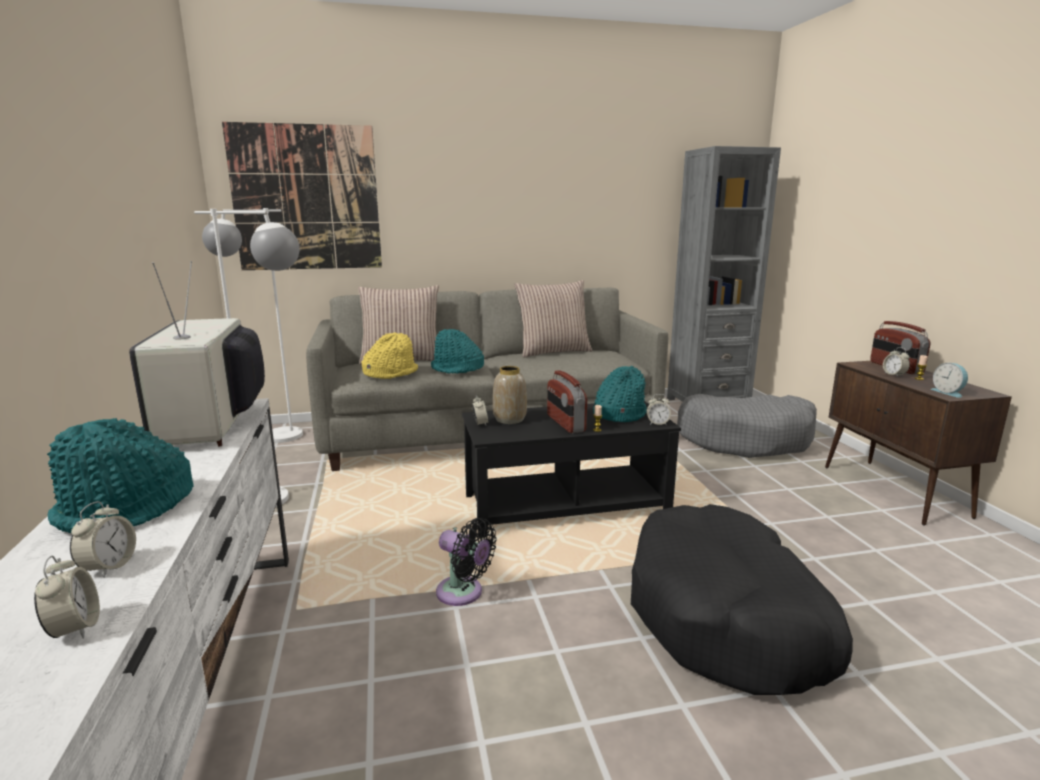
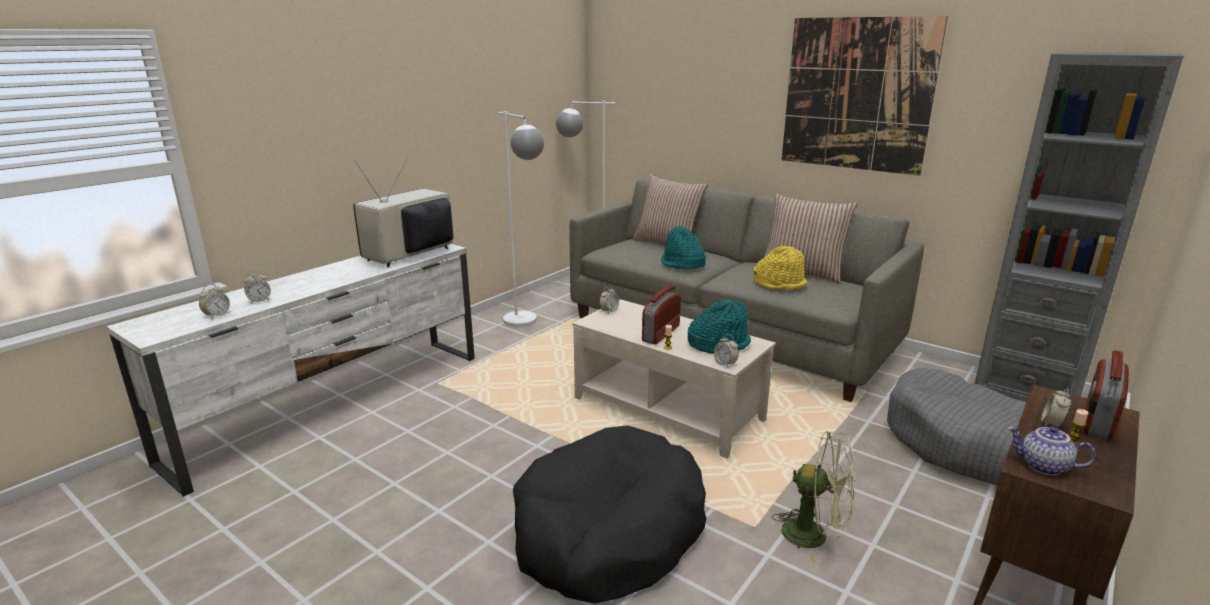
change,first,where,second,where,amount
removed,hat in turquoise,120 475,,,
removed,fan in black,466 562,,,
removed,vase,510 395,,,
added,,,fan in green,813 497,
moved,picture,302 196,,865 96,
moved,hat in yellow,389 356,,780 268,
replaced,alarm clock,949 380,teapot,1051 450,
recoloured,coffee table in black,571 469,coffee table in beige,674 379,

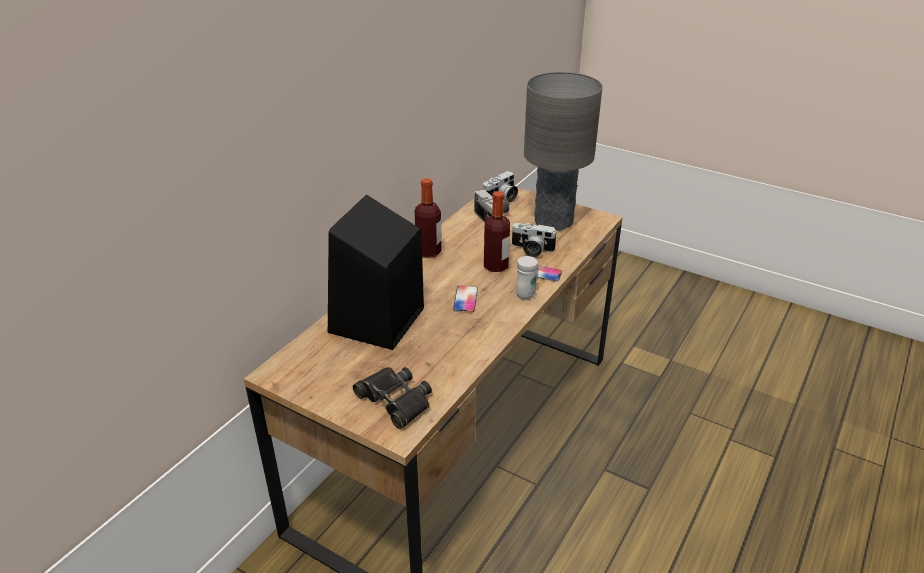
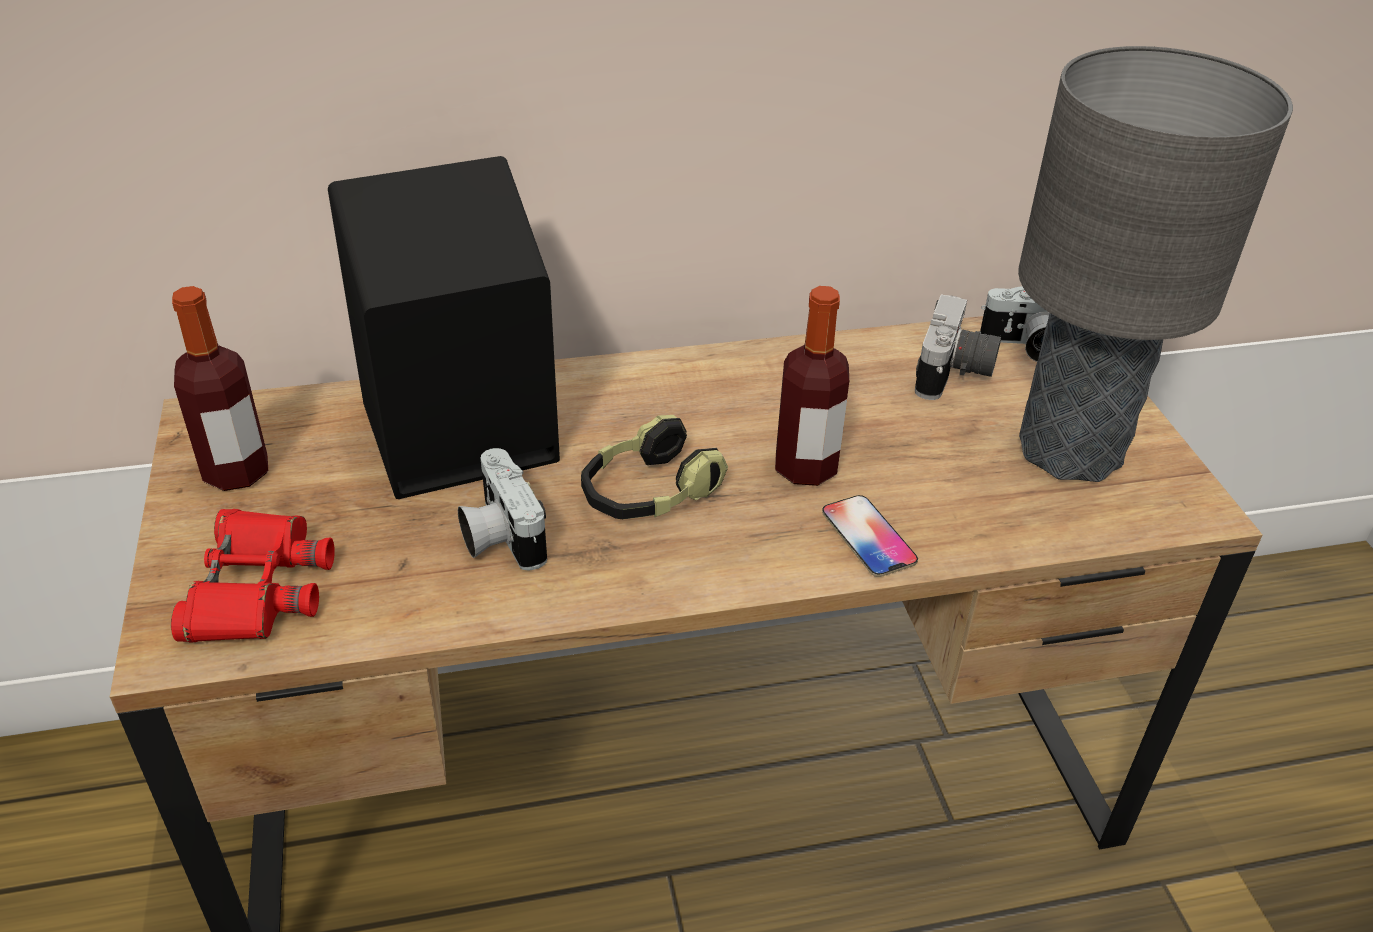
change,first,where,second,where,amount
removed,mug in white,527 278,,,
moved,bottle,428 218,,220 388,
moved,photo camera,534 240,,502 509,
replaced,phone,465 299,headphones,654 467,
recoloured,binoculars in black,392 398,binoculars in red,253 576,

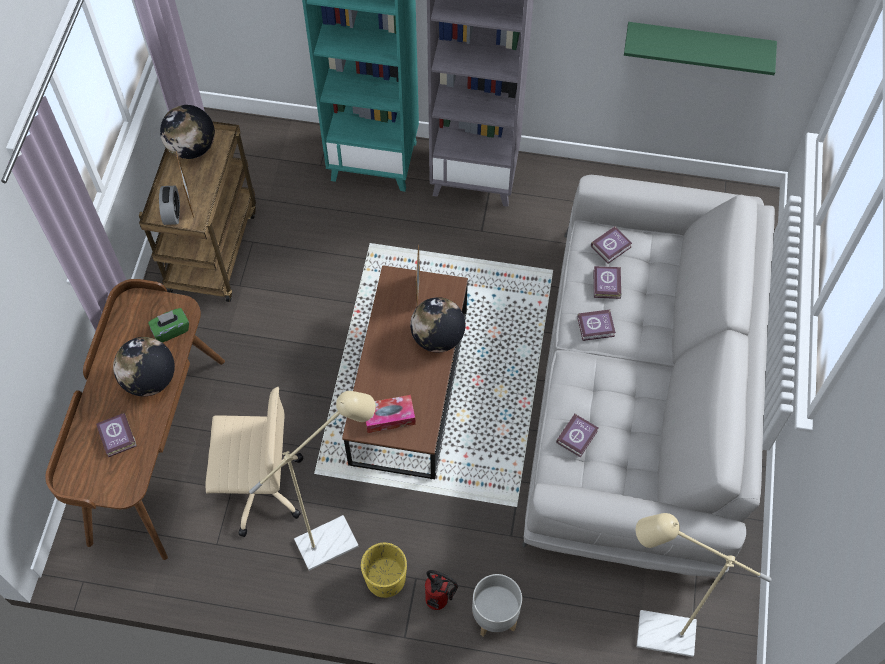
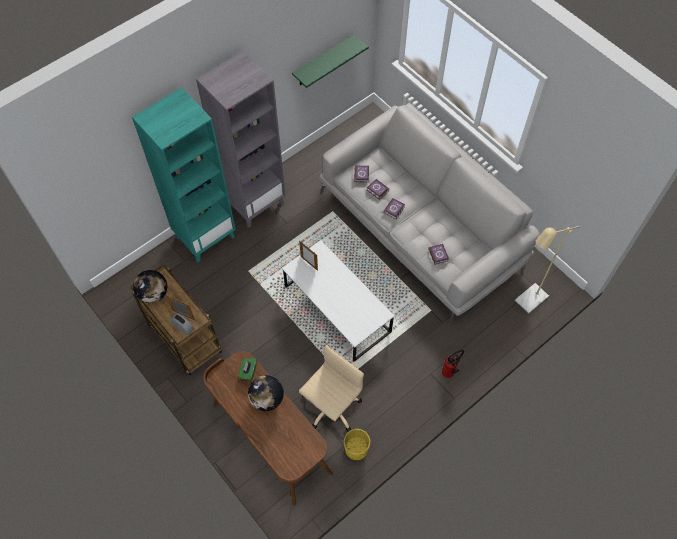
change,first,where,second,where,amount
removed,book,116 435,,,
removed,floor lamp in beige,312 481,,,
removed,tissue box,391 414,,,
removed,globe,437 325,,,
removed,planter in grey,497 605,,,
moved,planter in yellow,384 570,,357 444,
recoloured,coffee table in brown,405 372,coffee table in white,338 301,

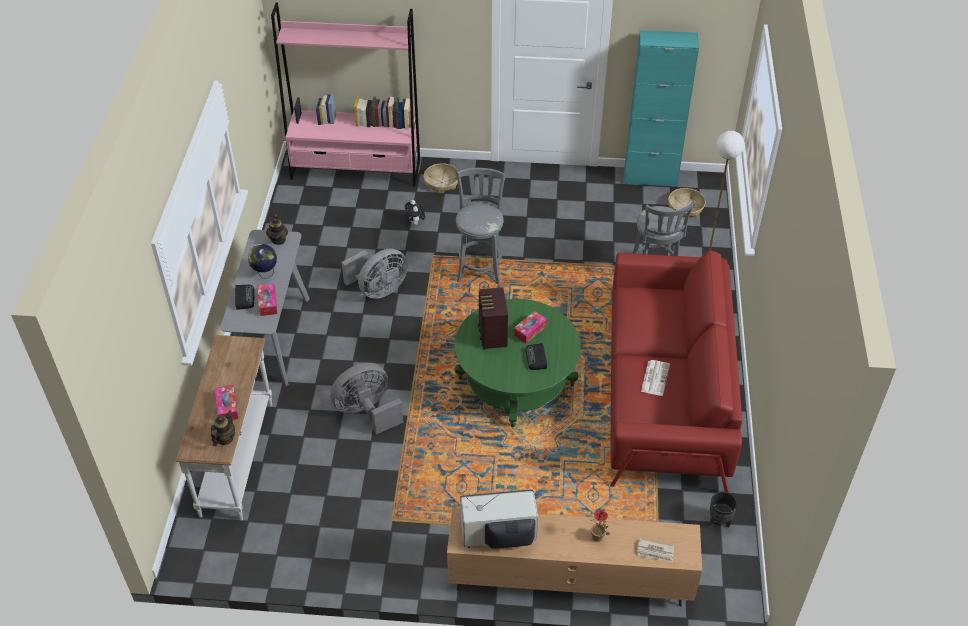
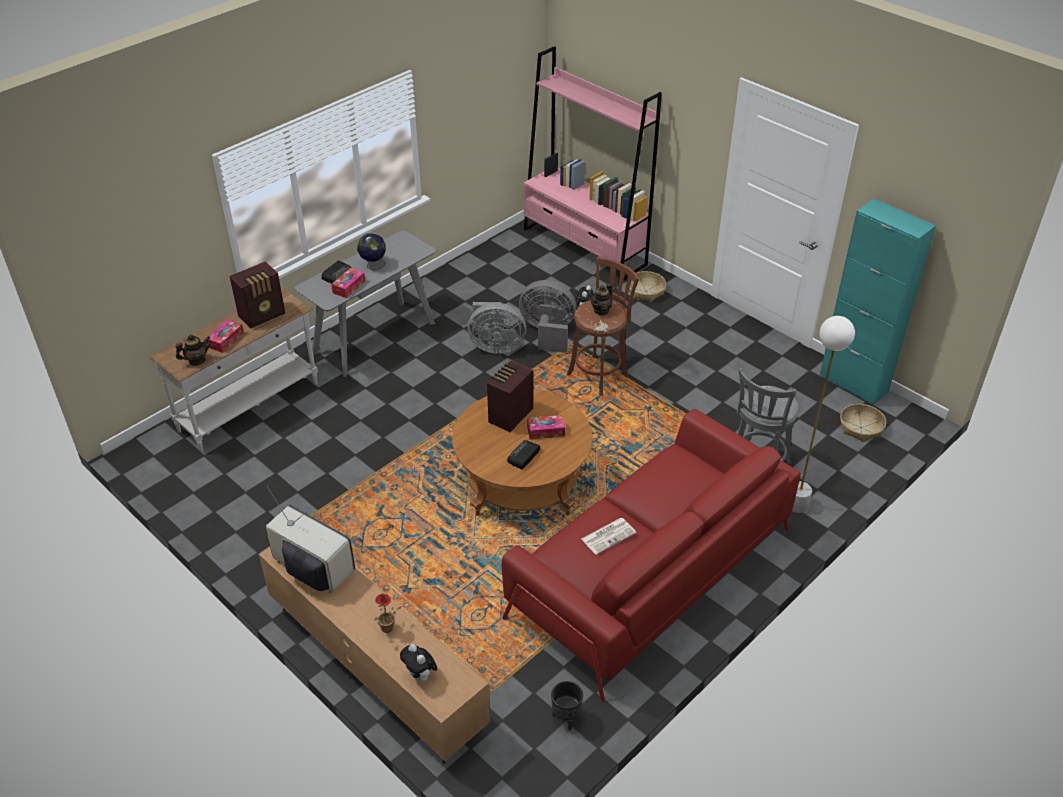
change,first,where,second,where,amount
added,,,radio,257 295,
moved,teapot,277 229,,601 300,
moved,fan in grey,367 398,,547 316,
replaced,newspaper,655 550,plush toy,419 663,
recoloured,coffee table in green,518 363,coffee table in brown,522 453,
recoloured,stool in grey,481 226,stool in brown,603 326,

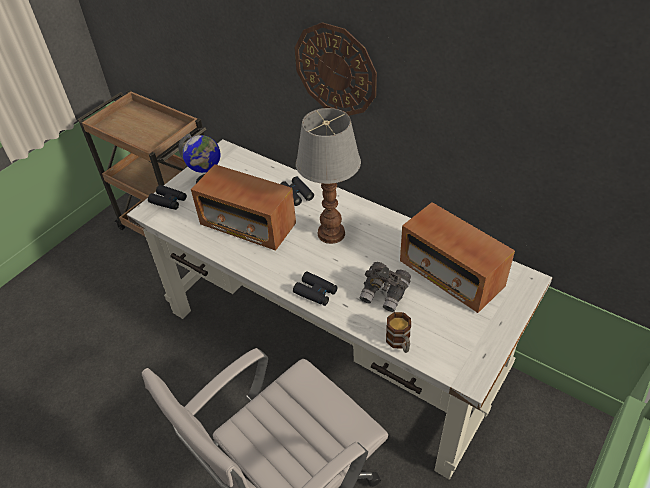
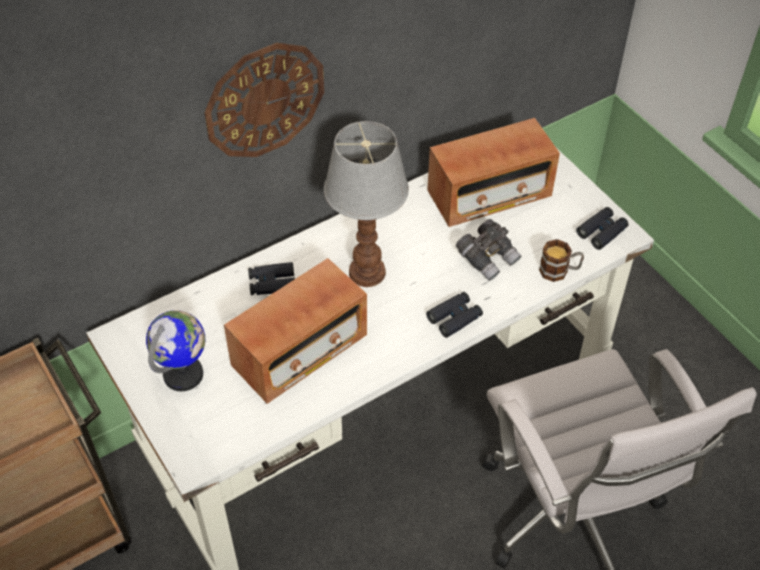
change,first,where,second,where,amount
moved,binoculars in black,167 197,,602 228,

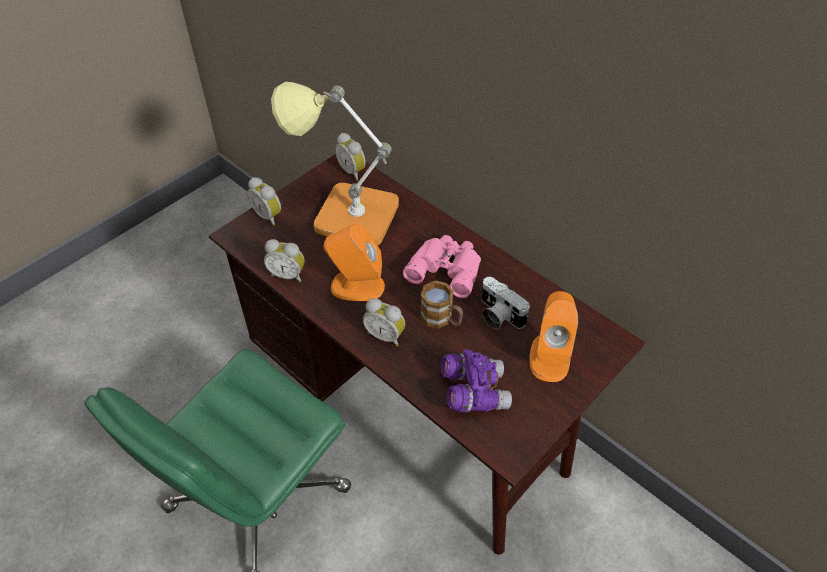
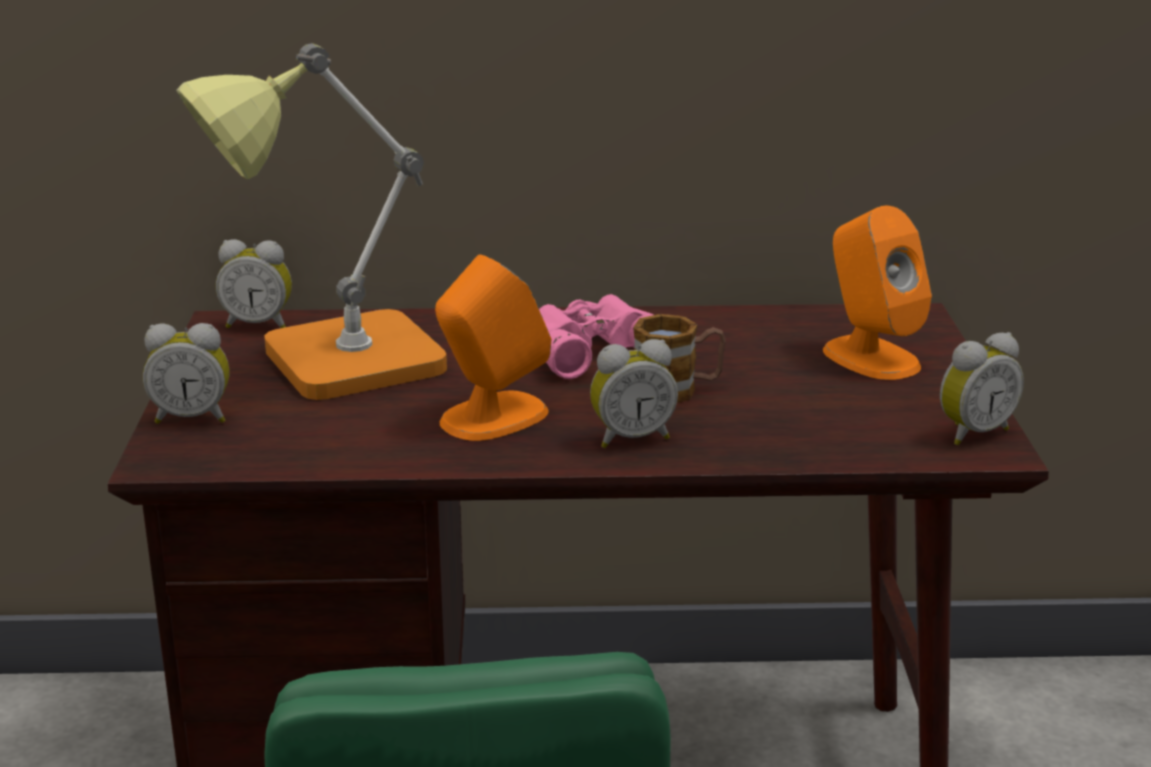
change,first,where,second,where,amount
removed,binoculars in purple,476 380,,,
removed,photo camera,505 303,,,
moved,alarm clock,284 260,,982 389,

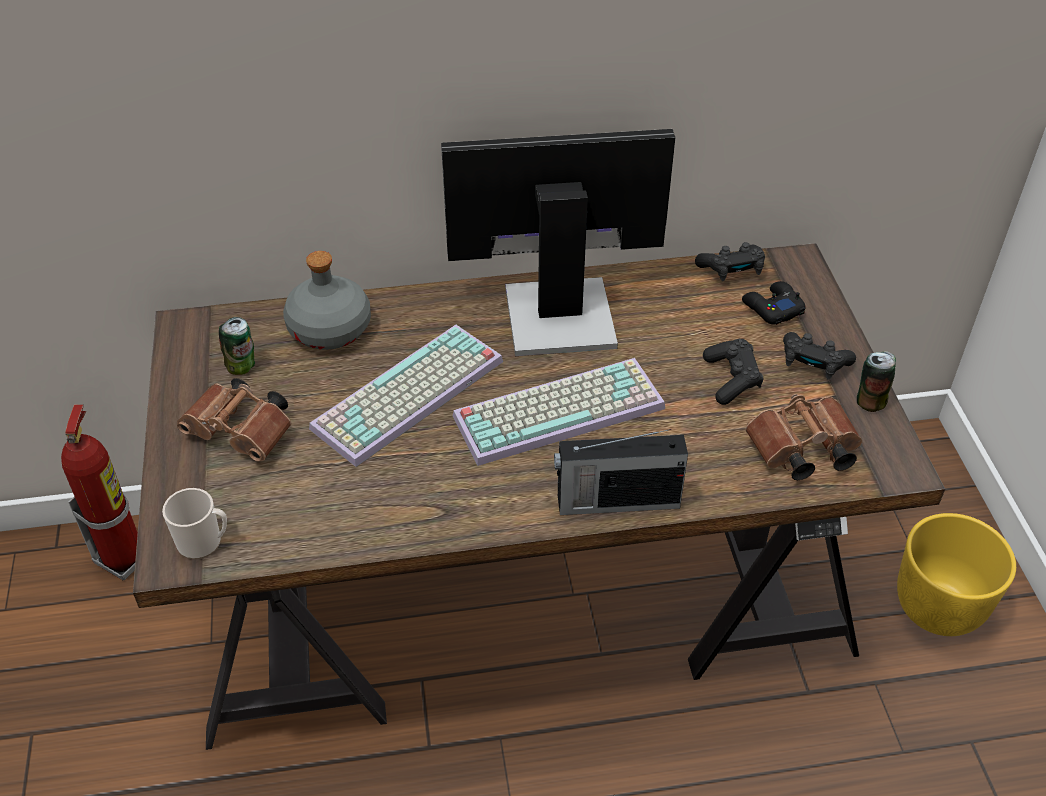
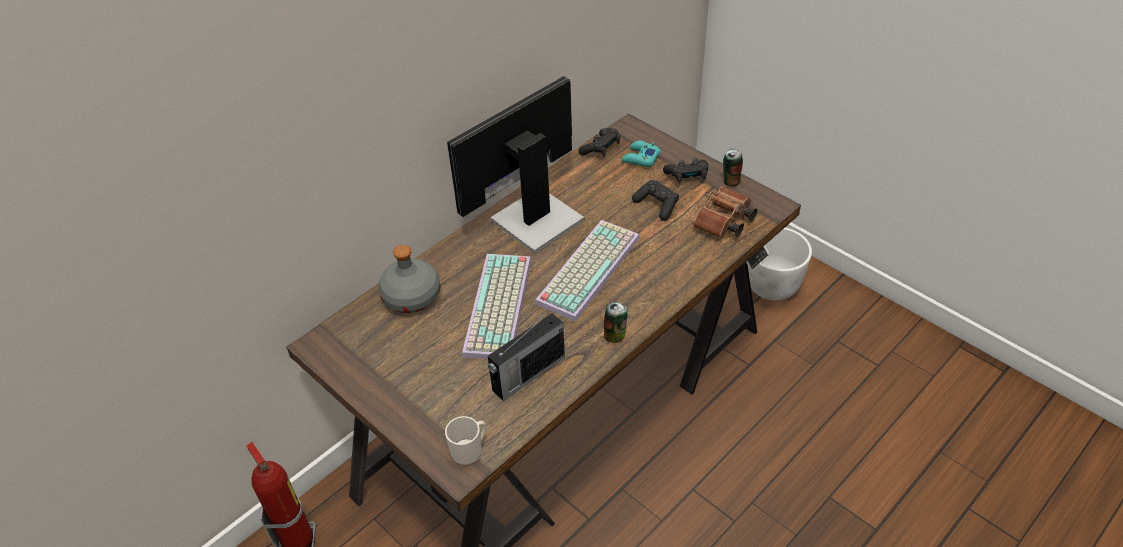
change,first,where,second,where,amount
removed,binoculars in brown,234 419,,,
moved,can,237 346,,616 322,
moved,radio,621 472,,526 357,
recoloured,game controller in black,774 303,game controller in turquoise,641 154,
recoloured,planter in yellow,956 574,planter in white,780 264,

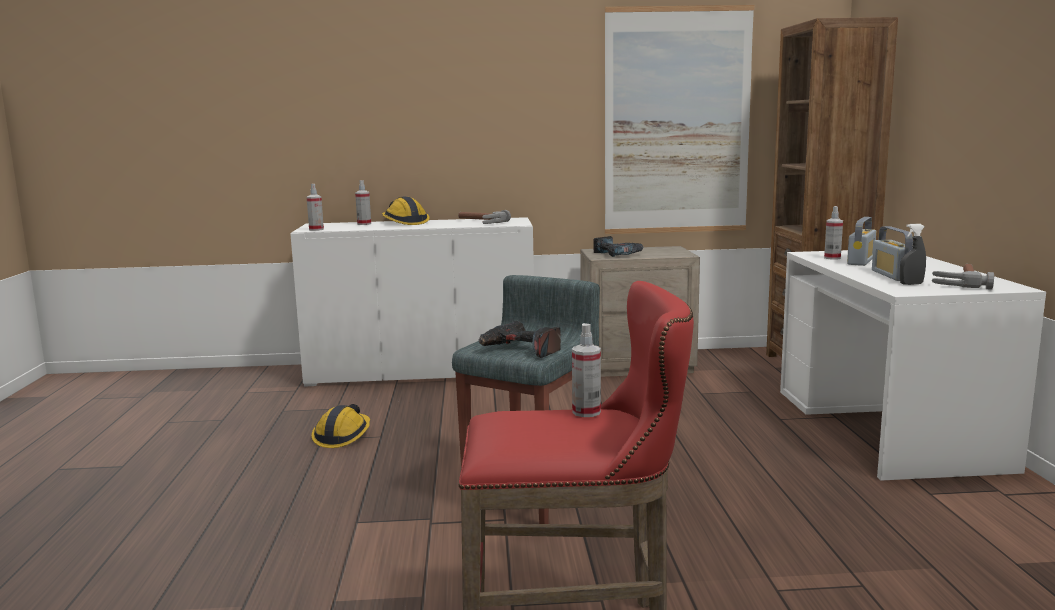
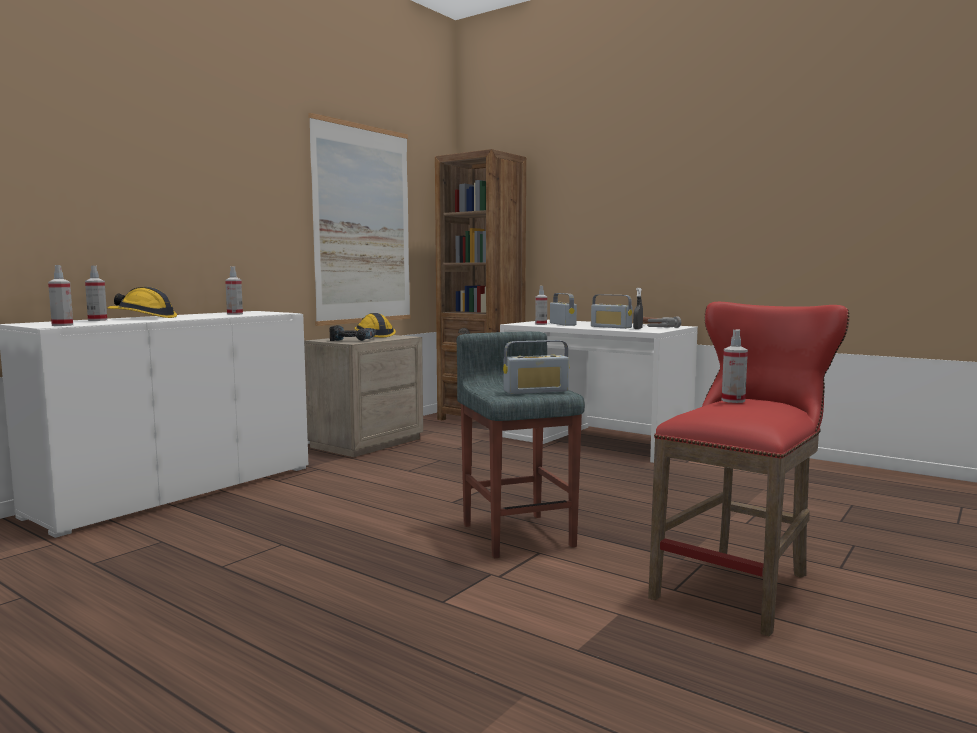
change,first,where,second,where,amount
moved,hard hat,340 426,,375 325,
replaced,hammer,484 217,spray bottle,234 290,
replaced,power drill,520 339,radio,536 367,

